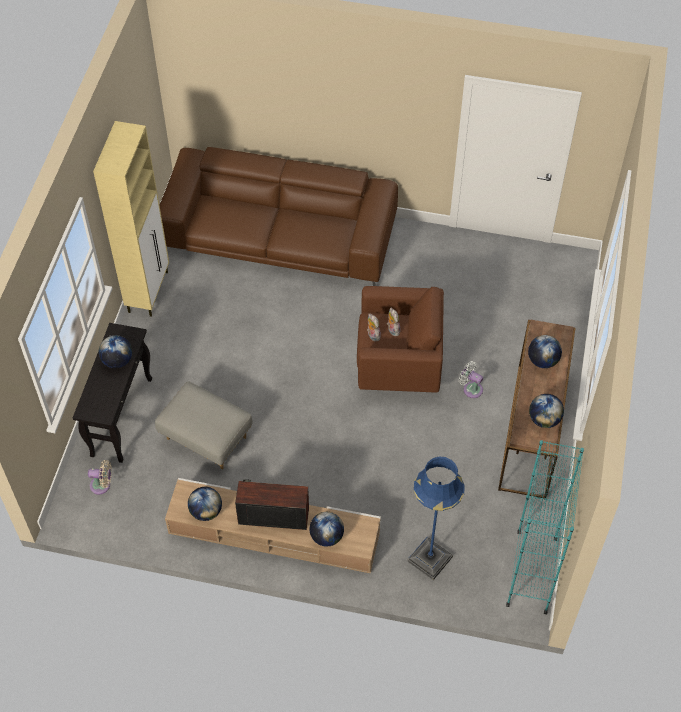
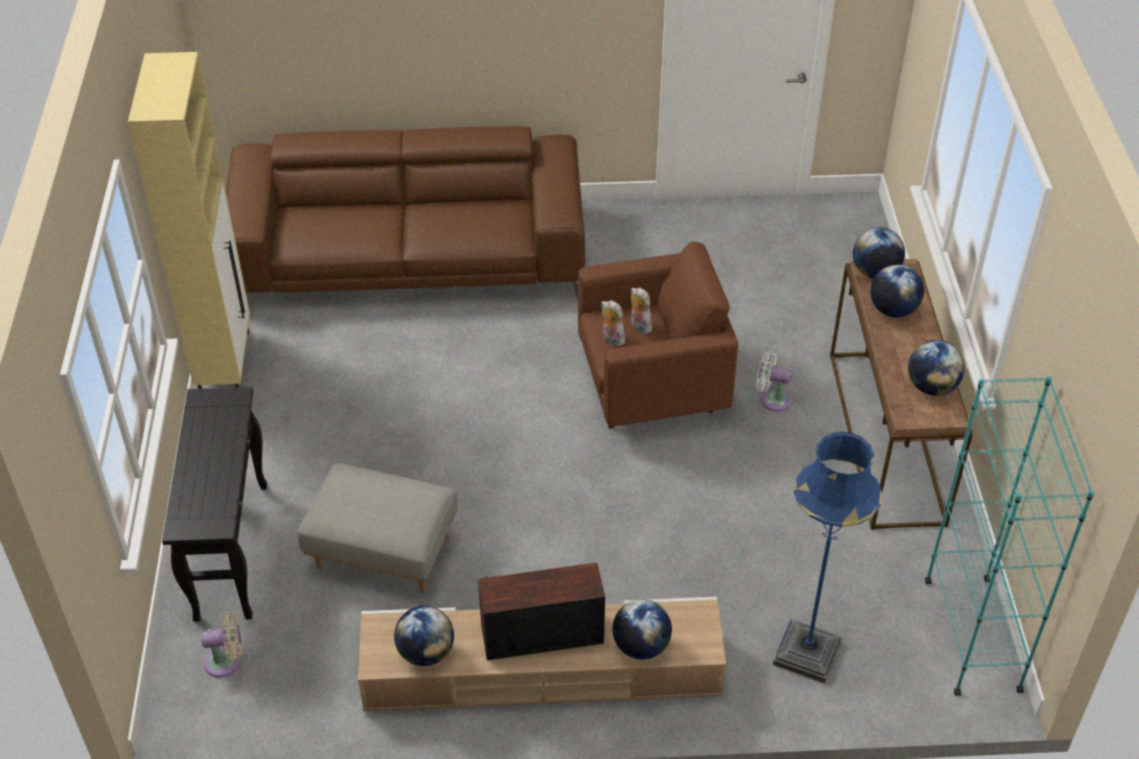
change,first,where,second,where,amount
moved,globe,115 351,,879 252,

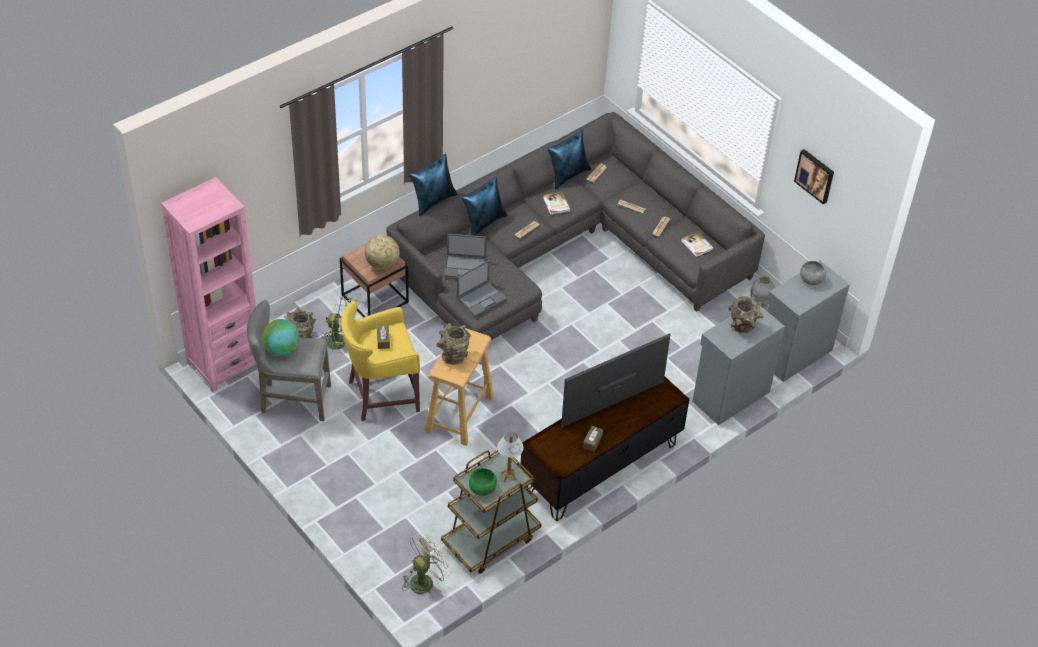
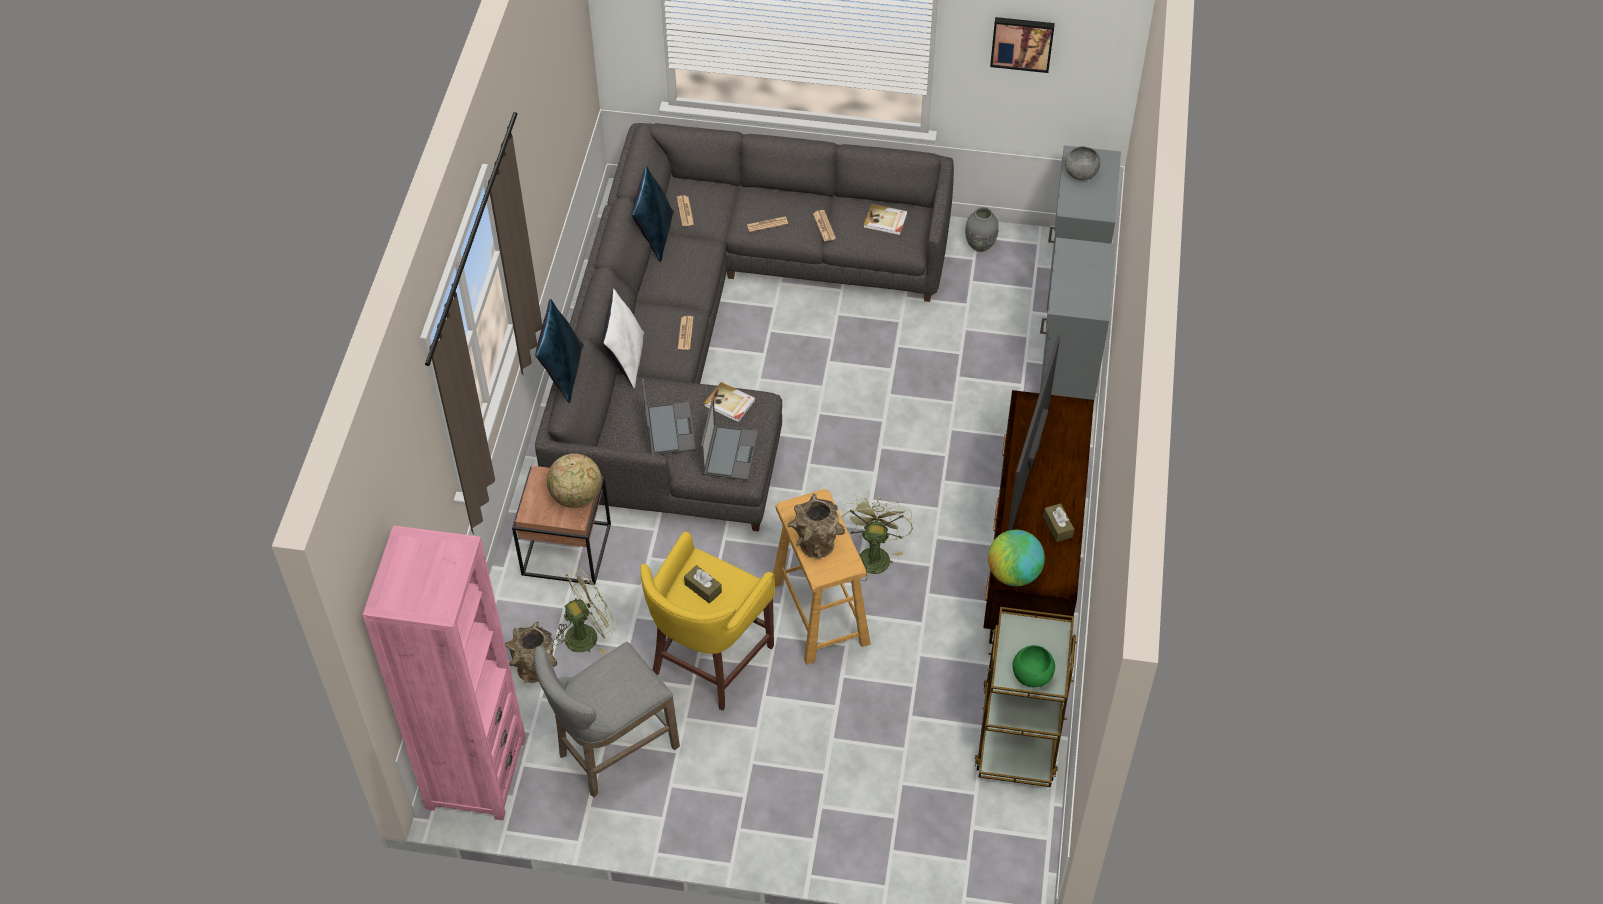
change,first,where,second,where,amount
removed,table lamp,510 457,,,
removed,vase in brown,746 314,,,
moved,globe,280 337,,1016 558,
moved,fan in green,426 563,,877 539,
moved,book,556 203,,730 402,
recoloured,pillow in blue,484 206,pillow in white,623 339,
turned,laptop,465 255,,669 416,60 degrees counterclockwise

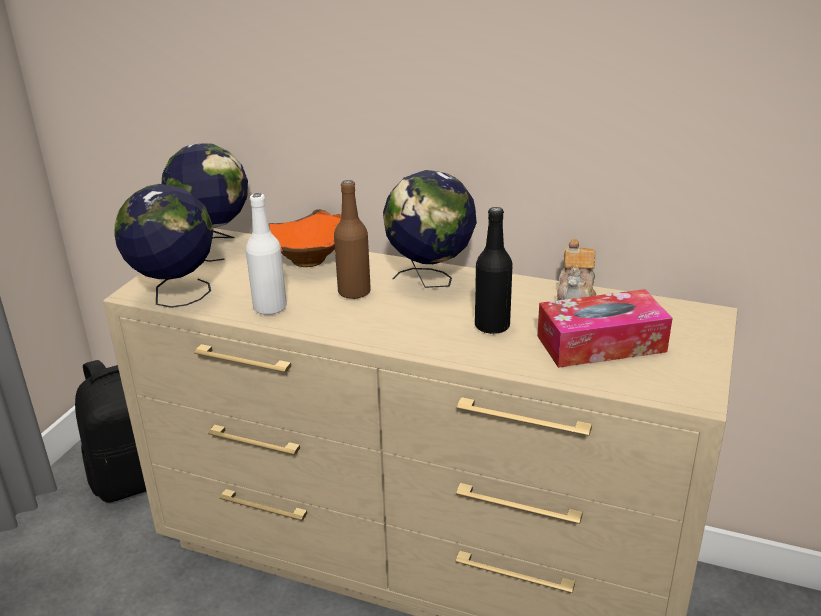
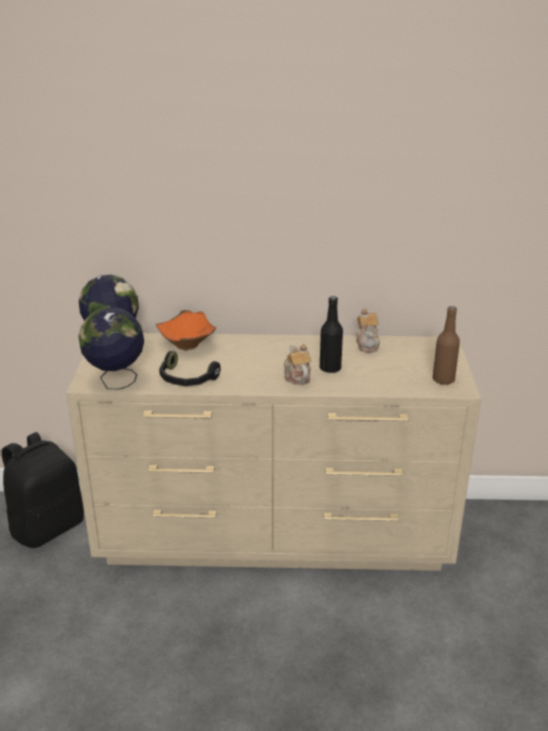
change,first,where,second,where,amount
removed,globe,430 229,,,
removed,tissue box,605 328,,,
added,,,teapot,298 364,
moved,bottle in brown,352 239,,446 345,
replaced,bottle in white,266 254,headphones in black,190 368,

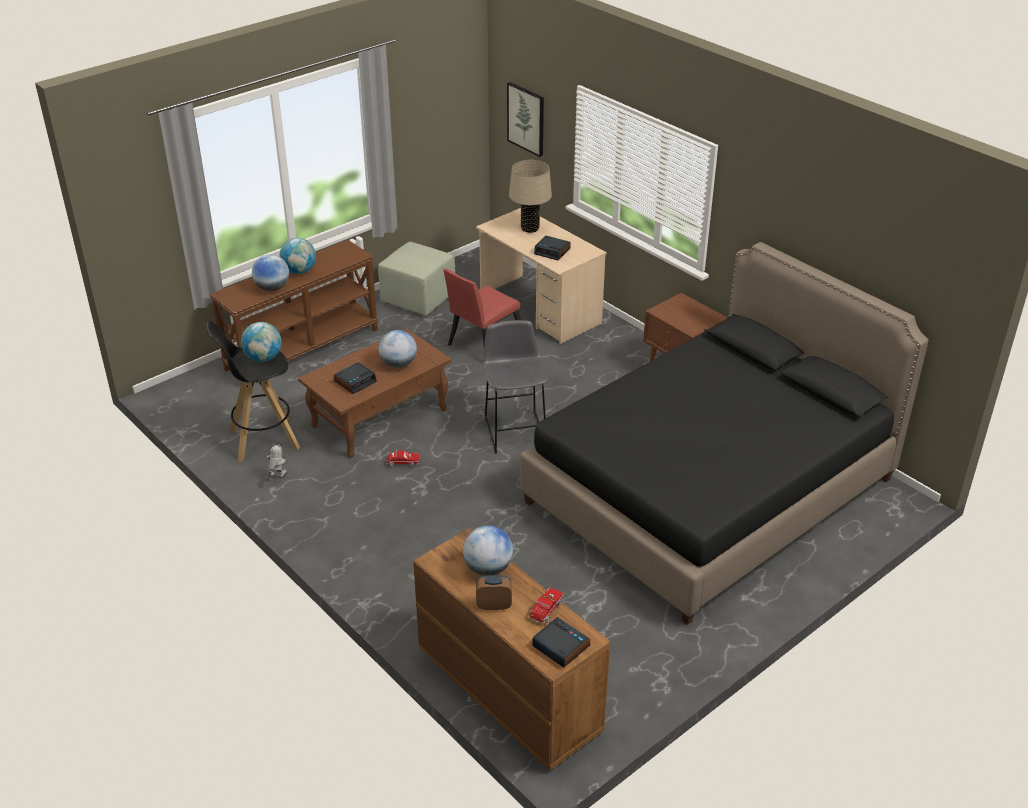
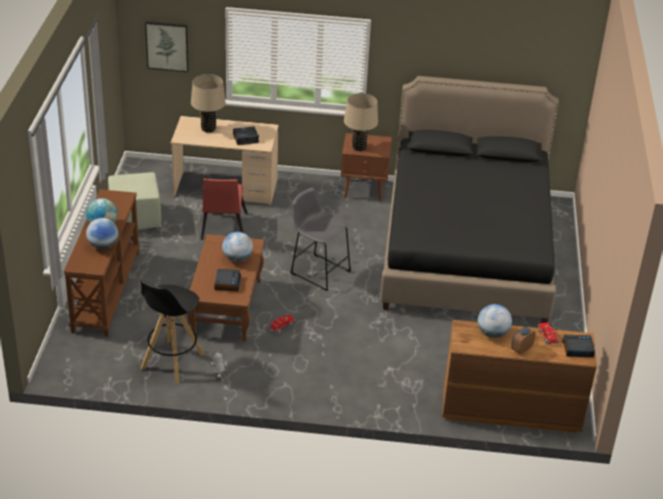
change,first,where,second,where,amount
removed,globe,261 342,,,
added,,,table lamp in beige,361 122,

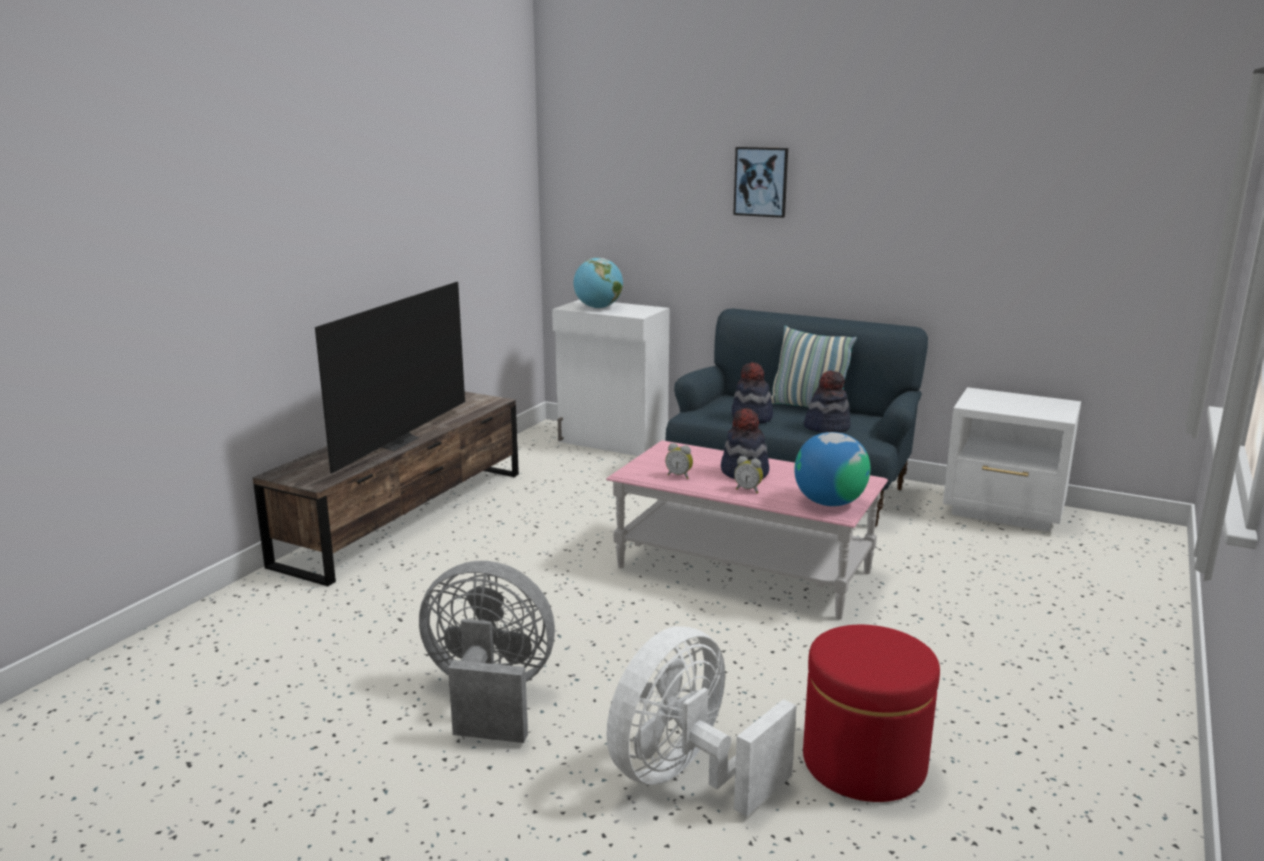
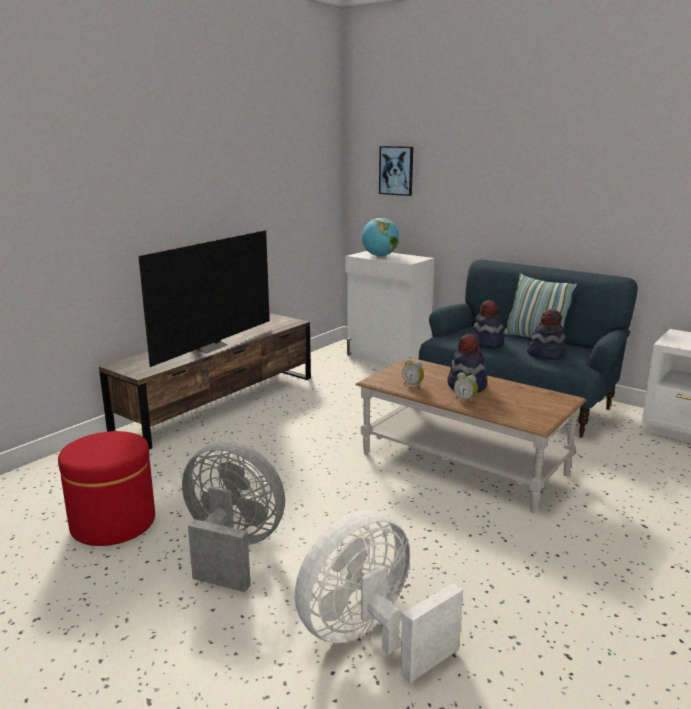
change,first,where,second,where,amount
removed,globe,832 469,,,
moved,picture,760 182,,396 171,
moved,ottoman in red,871 713,,106 488,
recoloured,coffee table in pink,747 530,coffee table in brown,471 435,

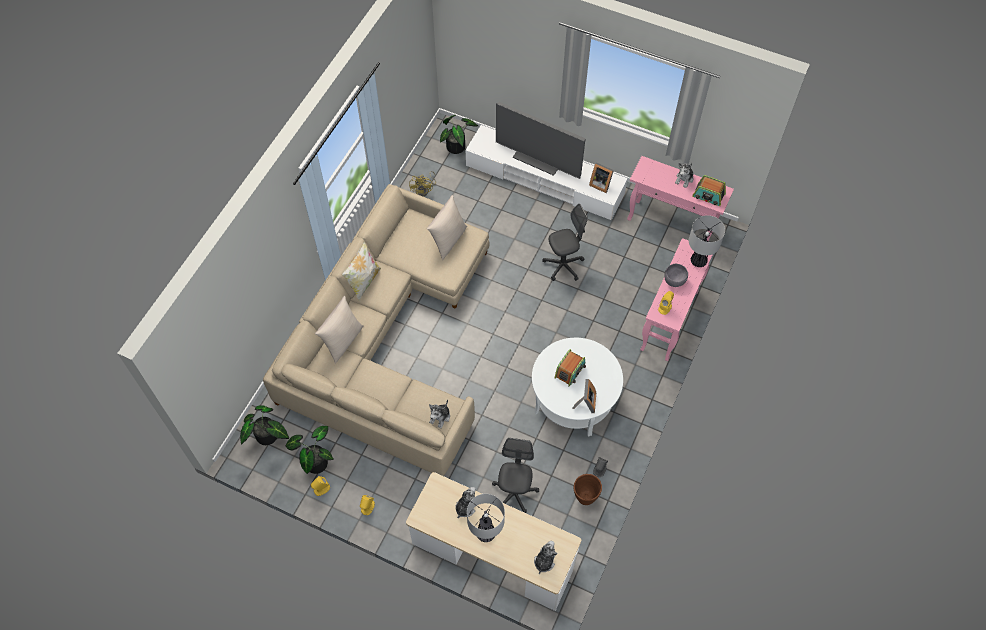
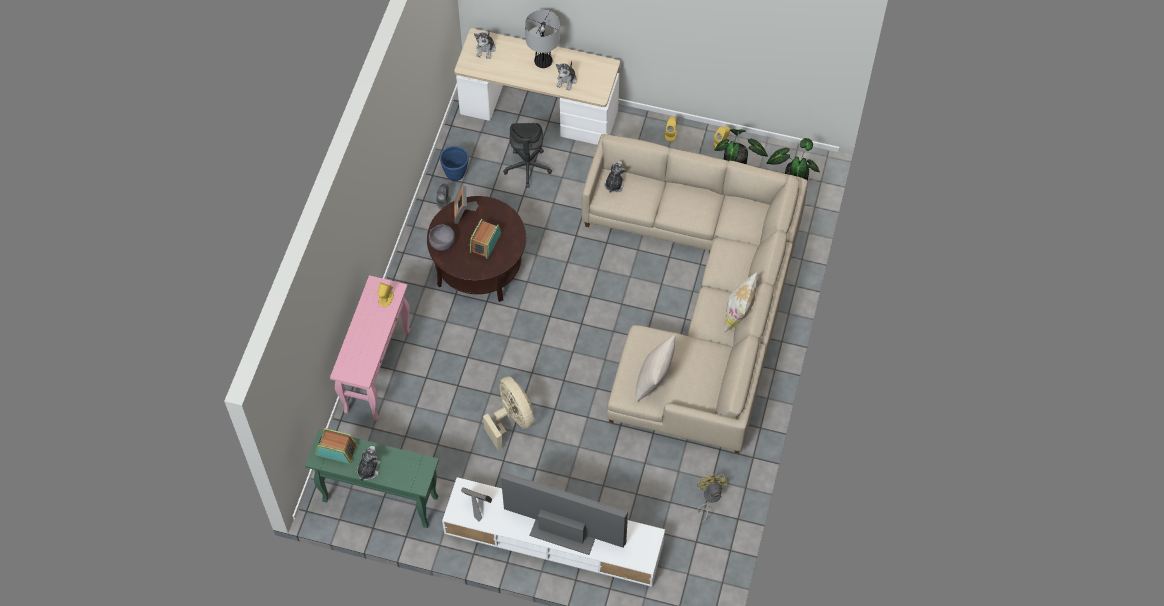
change,first,where,second,where,amount
removed,pillow in beige,339 330,,,
removed,potted plant,459 134,,,
removed,table lamp,707 241,,,
moved,bowl in grey,676 275,,442 237,
replaced,office chair in grey,565 242,fan in beige,508 413,
recoloured,coffee table in white,577 387,coffee table in brown,476 249,
recoloured,planter in brown,588 489,planter in blue,454 163,
recoloured,console table in pink,680 199,console table in green,372 478,

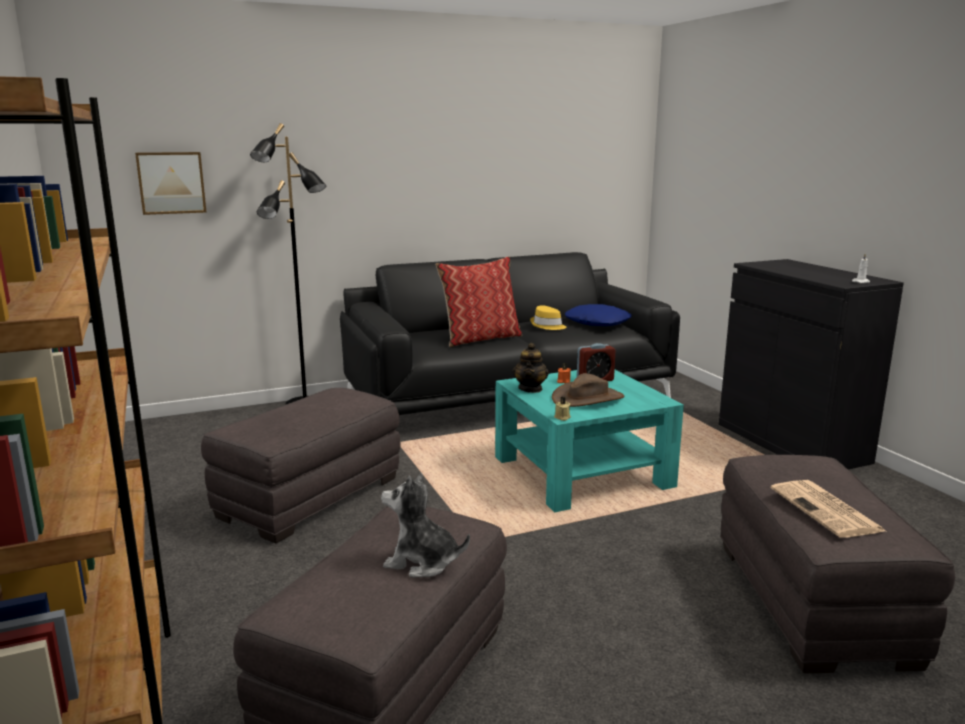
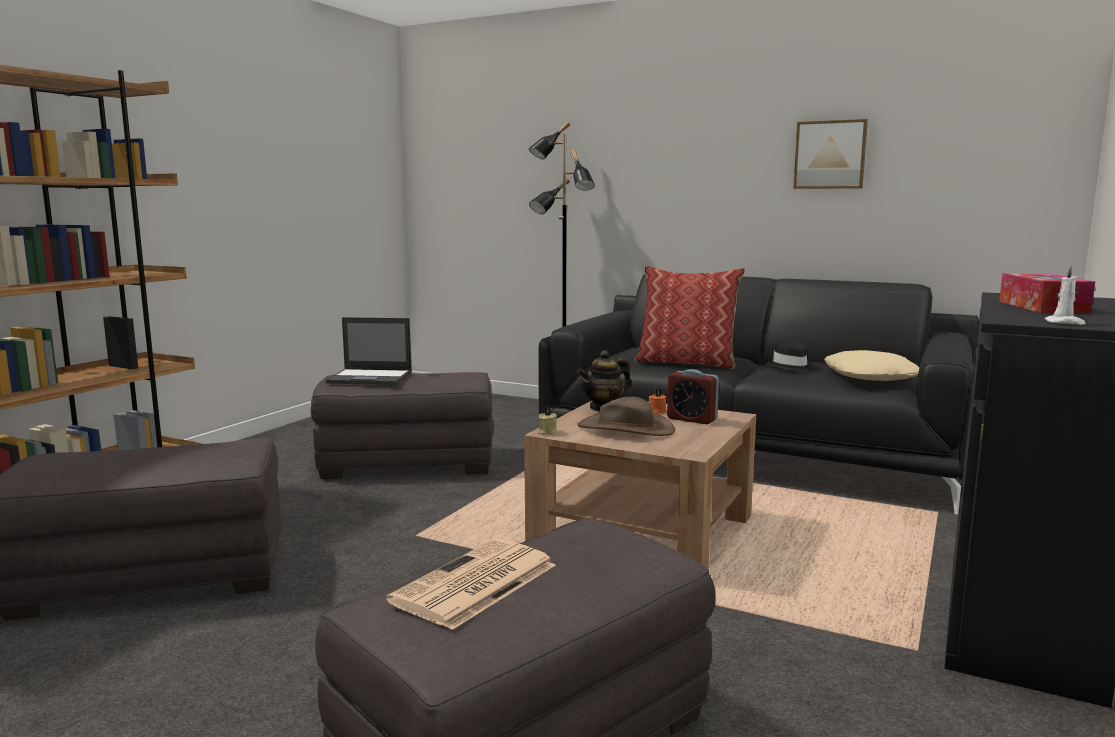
change,first,where,second,where,amount
removed,plush toy,425 525,,,
added,,,laptop,368 351,
added,,,tissue box,1047 293,
moved,picture,170 183,,831 154,
recoloured,coffee table in turquoise,589 441,coffee table in brown,640 484,
recoloured,hat in yellow,548 317,hat in black,791 355,
recoloured,pillow in blue,598 315,pillow in beige,871 365,

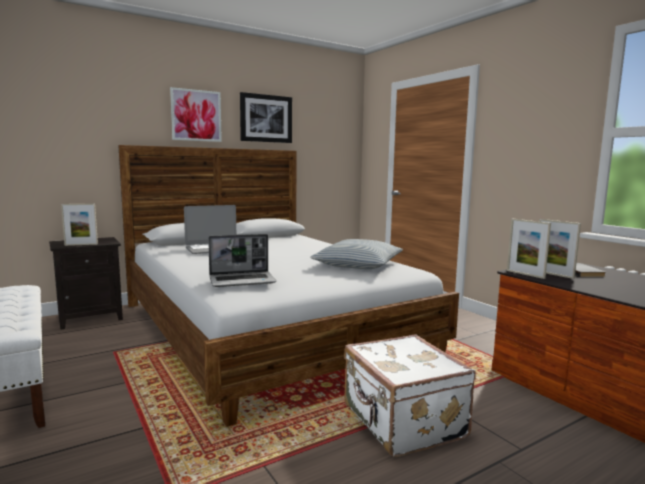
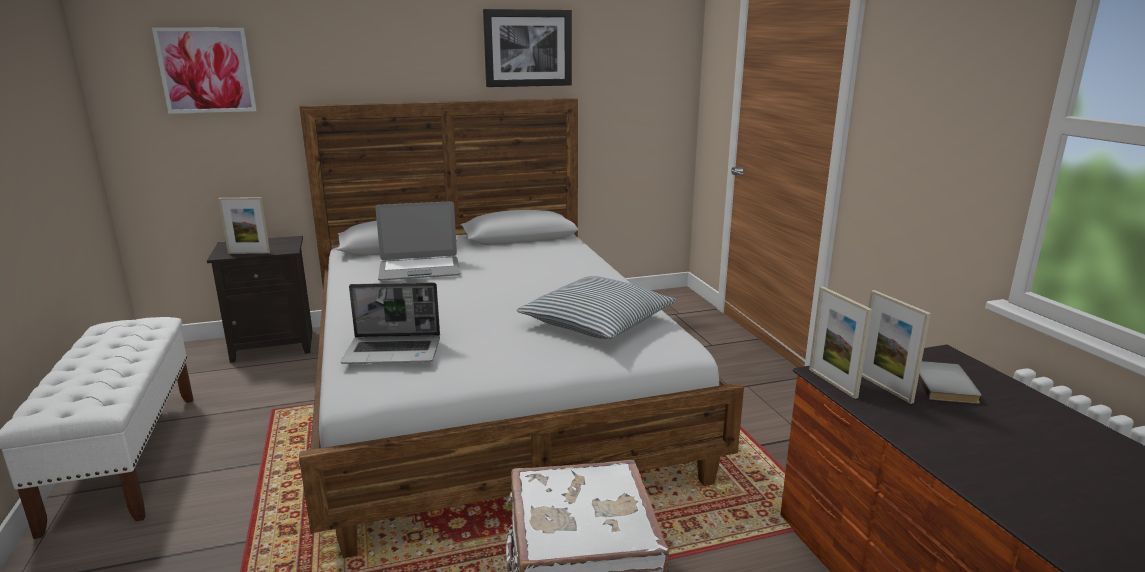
change,first,where,second,where,amount
moved,picture,196 114,,204 70,

